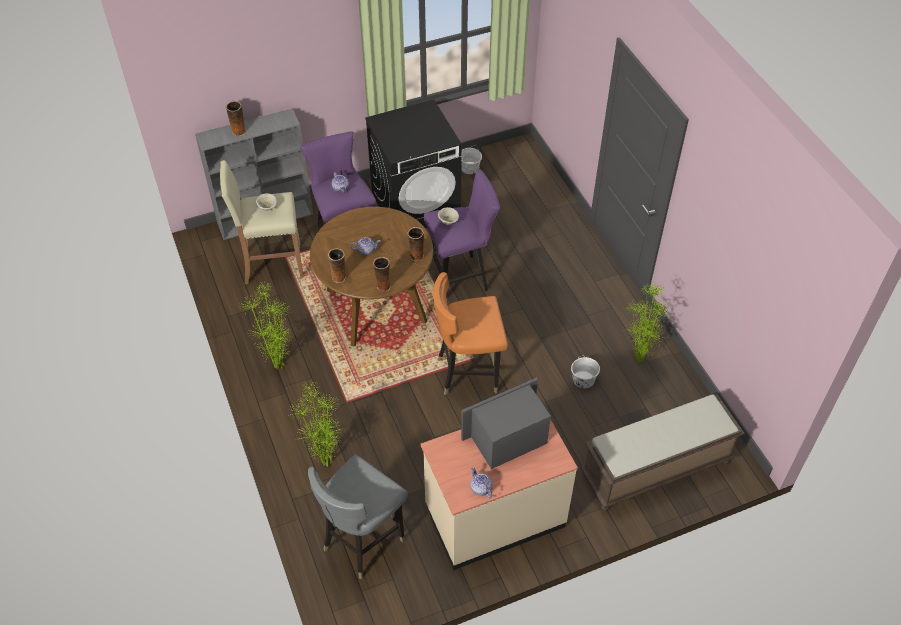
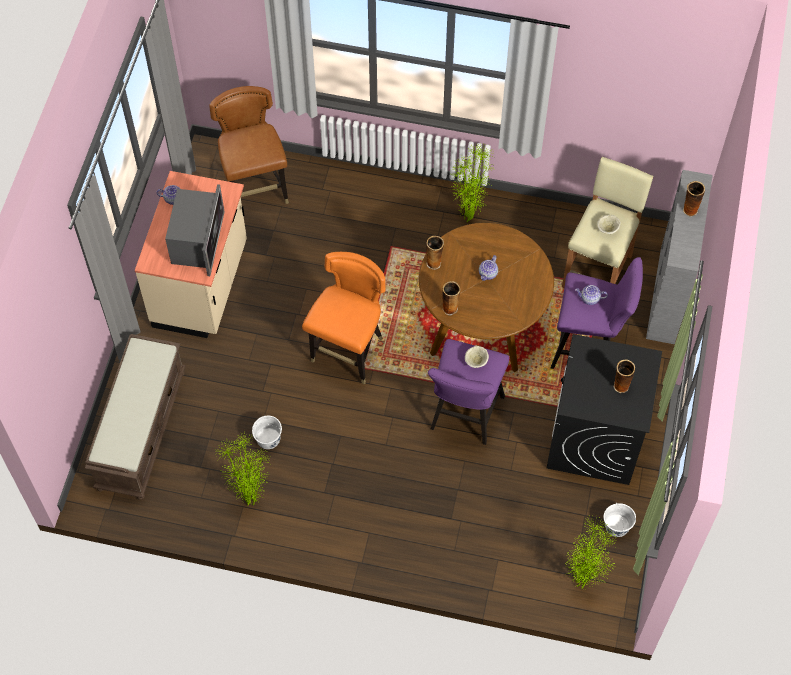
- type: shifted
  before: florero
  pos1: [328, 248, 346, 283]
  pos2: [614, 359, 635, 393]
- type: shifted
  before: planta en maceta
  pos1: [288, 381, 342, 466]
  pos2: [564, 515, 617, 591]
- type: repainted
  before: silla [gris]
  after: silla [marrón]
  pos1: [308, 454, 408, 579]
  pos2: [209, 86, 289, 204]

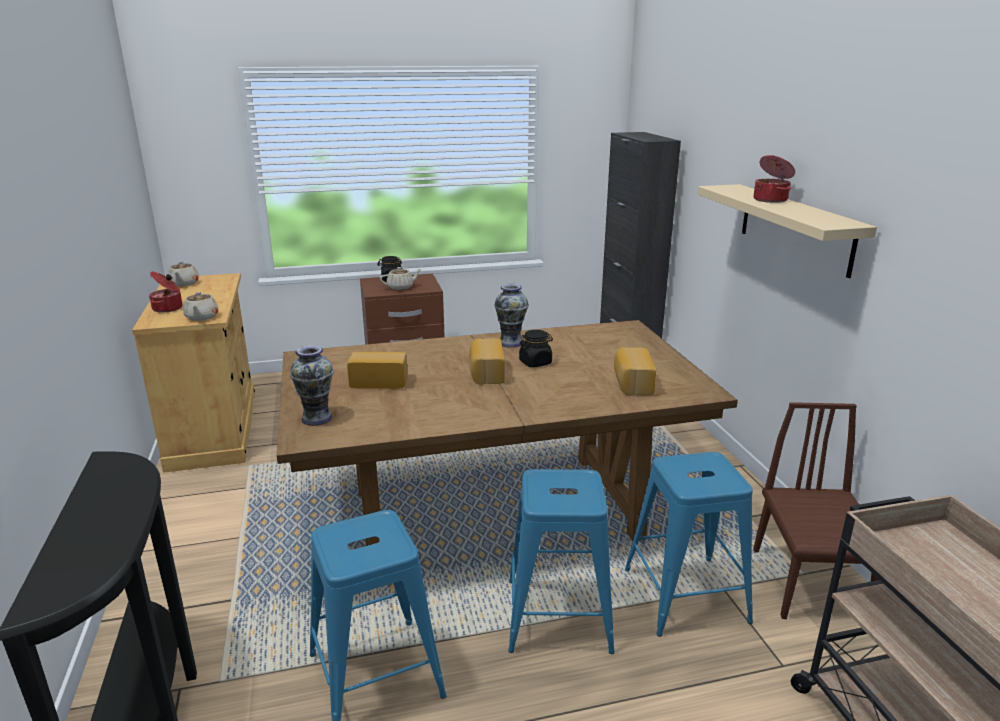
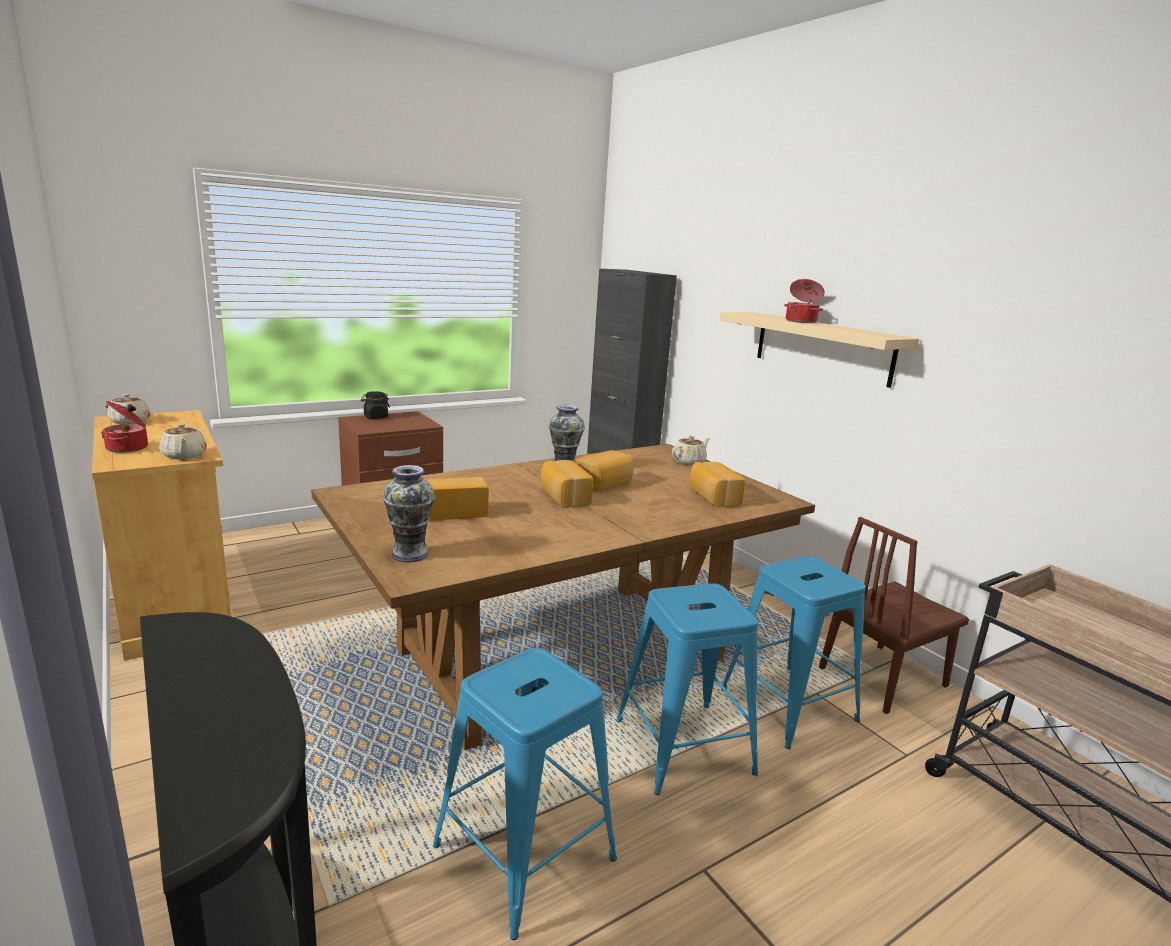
- type: shifted
  before: tetera [beis]
  pos1: [380, 267, 421, 290]
  pos2: [672, 436, 710, 465]
- type: swapped
  before: tarro [negro]
  after: pan
  pos1: [519, 330, 553, 367]
  pos2: [576, 450, 634, 492]
- type: rotated
  before: silla [marrón]
  pos1: [753, 402, 879, 619]
  pos2: [819, 517, 969, 714]
  turn: -105

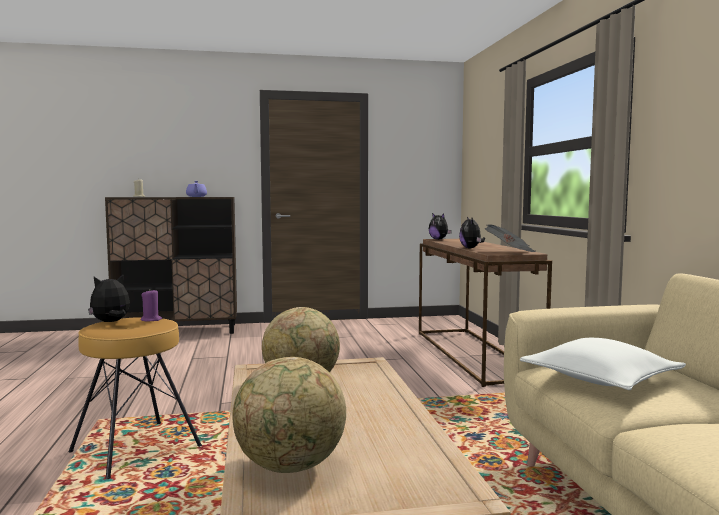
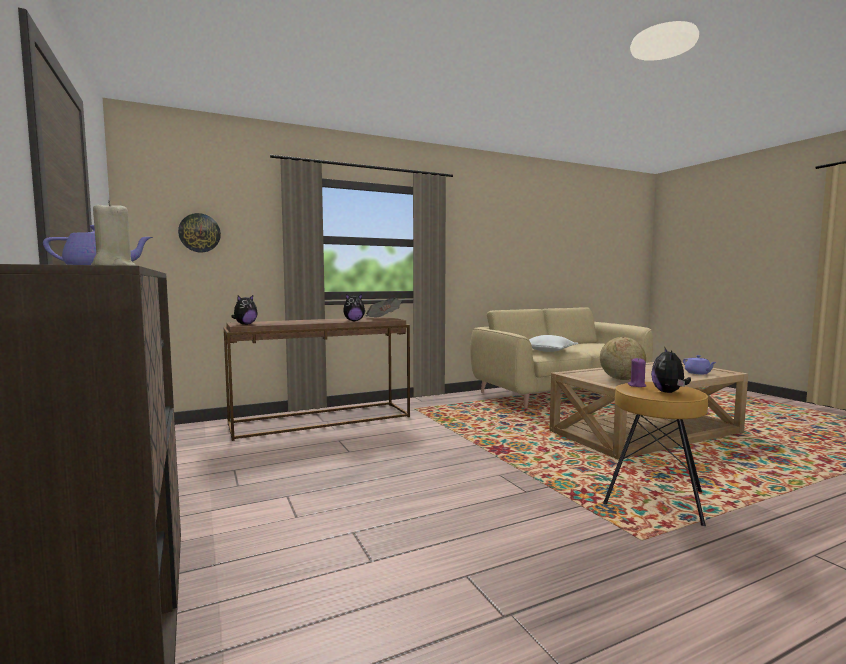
- type: rotated
  before: peluche
  pos1: [88, 275, 130, 322]
  pos2: [651, 347, 691, 393]
  turn: 60
- type: swapped
  before: globo terráqueo
  after: tetera [morado]
  pos1: [232, 357, 346, 473]
  pos2: [683, 355, 716, 374]
- type: new
  after: reloj de pared
  pos2: [178, 213, 221, 252]

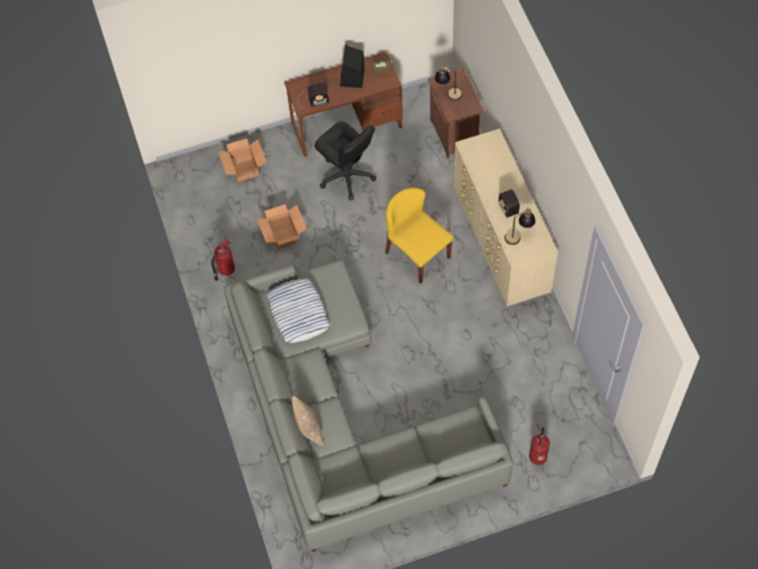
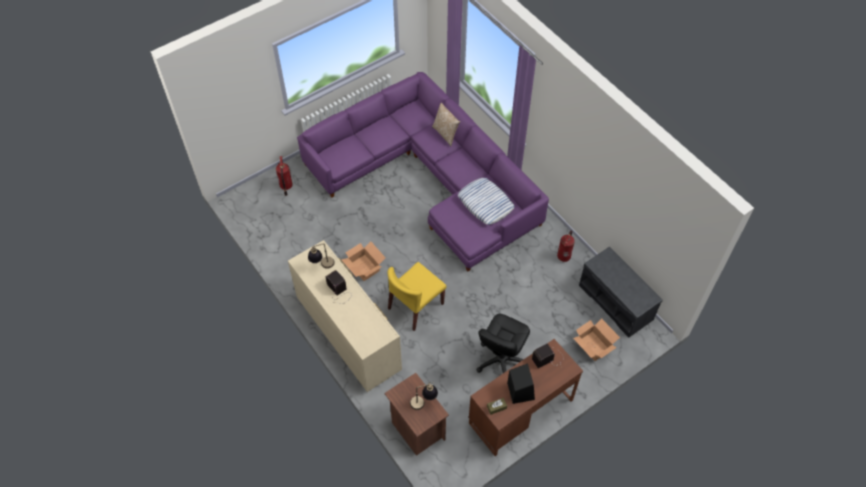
- type: rotated
  before: silla de oficina [negro]
  pos1: [315, 121, 376, 200]
  pos2: [476, 314, 530, 373]
  turn: -90
- type: rotated
  before: silla [amarillo]
  pos1: [385, 188, 453, 283]
  pos2: [388, 262, 447, 331]
  turn: 105
- type: shifted
  before: caja de cartón
  pos1: [257, 204, 307, 249]
  pos2: [341, 241, 386, 281]
- type: repainted
  before: sofá [gris]
  after: sofá [morado]
  pos1: [224, 260, 513, 552]
  pos2: [297, 72, 549, 271]
- type: new
  after: banco [gris]
  pos2: [579, 247, 663, 338]

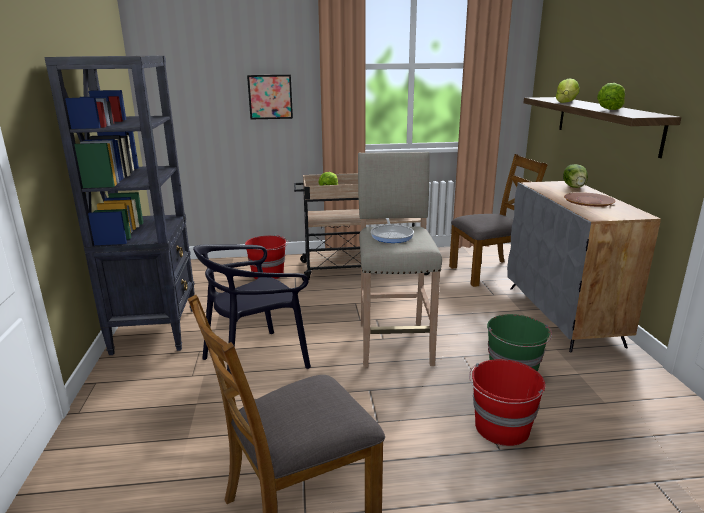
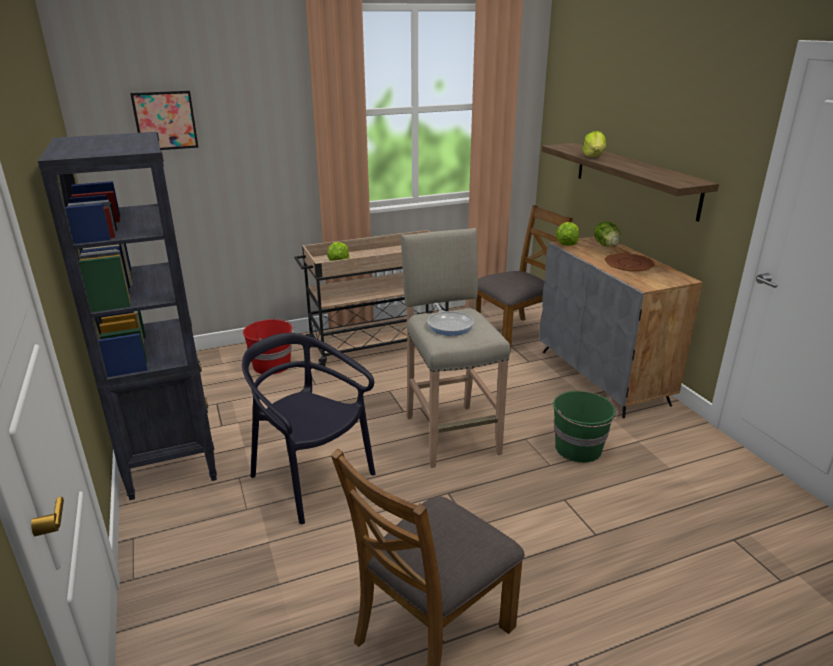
- type: shifted
  before: cuadro
  pos1: [247, 75, 293, 119]
  pos2: [130, 91, 199, 150]
- type: shifted
  before: lechuga
  pos1: [597, 83, 625, 110]
  pos2: [556, 222, 579, 246]
- type: rotated
  before: silla [negro]
  pos1: [193, 244, 311, 375]
  pos2: [242, 333, 376, 524]
  turn: 90
- type: gone
  before: cubo [rojo]
  pos1: [469, 359, 545, 446]

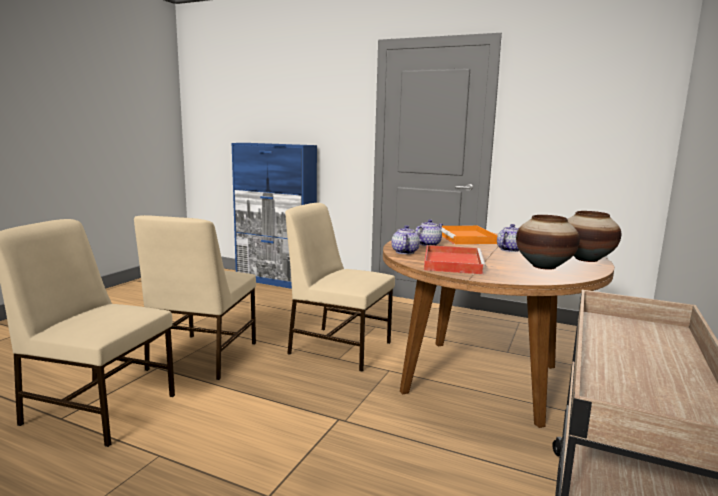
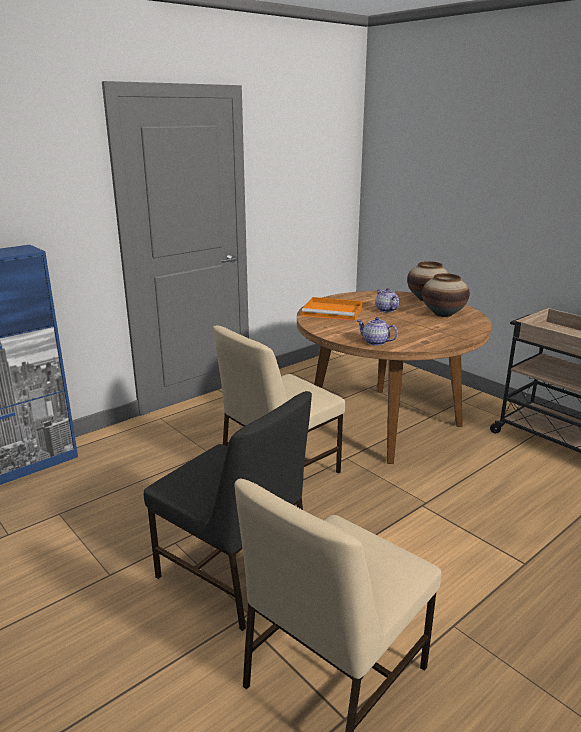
- type: repainted
  before: silla [beis]
  after: silla [negro]
  pos1: [134, 215, 256, 380]
  pos2: [144, 391, 312, 631]
- type: gone
  before: tetera
  pos1: [415, 219, 443, 246]
- type: gone
  before: bandeja [rojo]
  pos1: [424, 245, 486, 274]

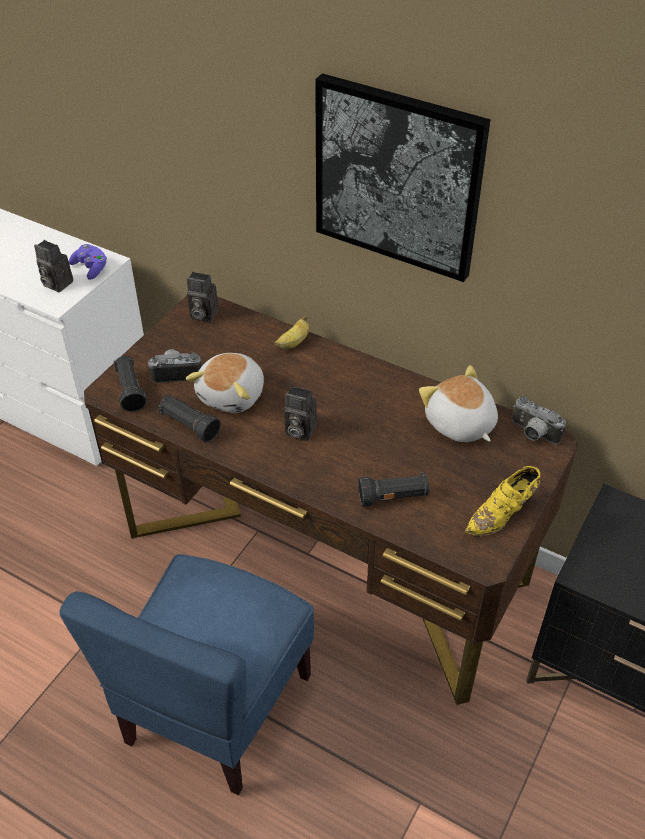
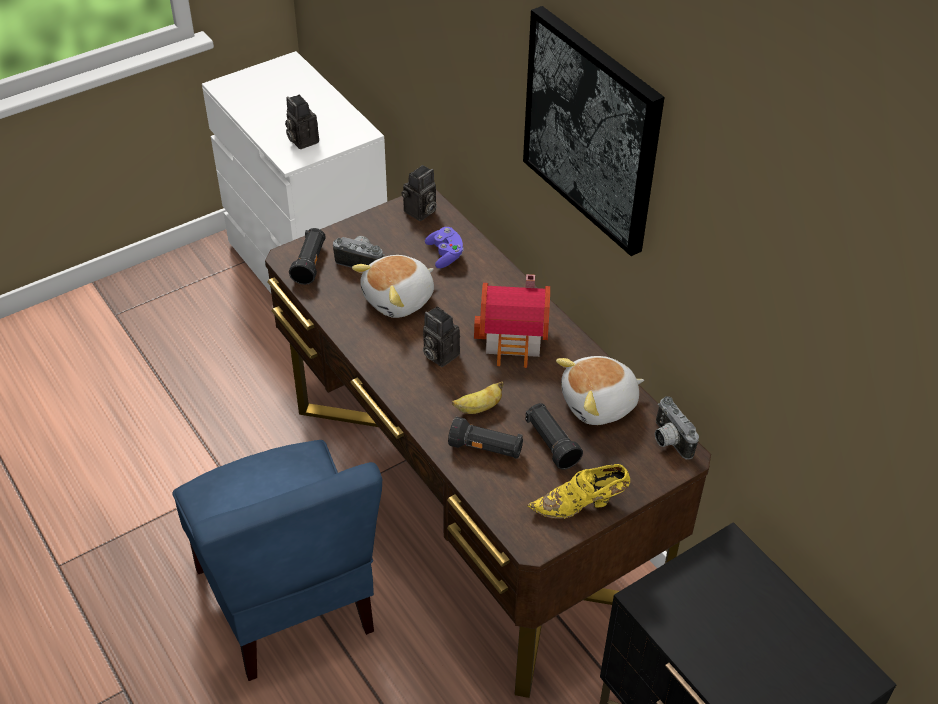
- type: shifted
  before: mando de consola [morado]
  pos1: [69, 244, 107, 280]
  pos2: [425, 227, 464, 268]
- type: rotated
  before: cámara
  pos1: [187, 272, 218, 322]
  pos2: [401, 165, 437, 221]
  turn: -90
- type: shifted
  before: plátano
  pos1: [275, 315, 309, 349]
  pos2: [452, 381, 504, 414]
- type: rotated
  before: peluche
  pos1: [419, 365, 498, 442]
  pos2: [556, 356, 644, 425]
  turn: -105
- type: shifted
  before: linterna [negro]
  pos1: [158, 395, 221, 442]
  pos2: [525, 403, 583, 469]
- type: rotated
  before: silla [azul]
  pos1: [59, 554, 314, 795]
  pos2: [173, 440, 382, 681]
  turn: -75
- type: new
  after: casita
  pos2: [474, 274, 550, 368]

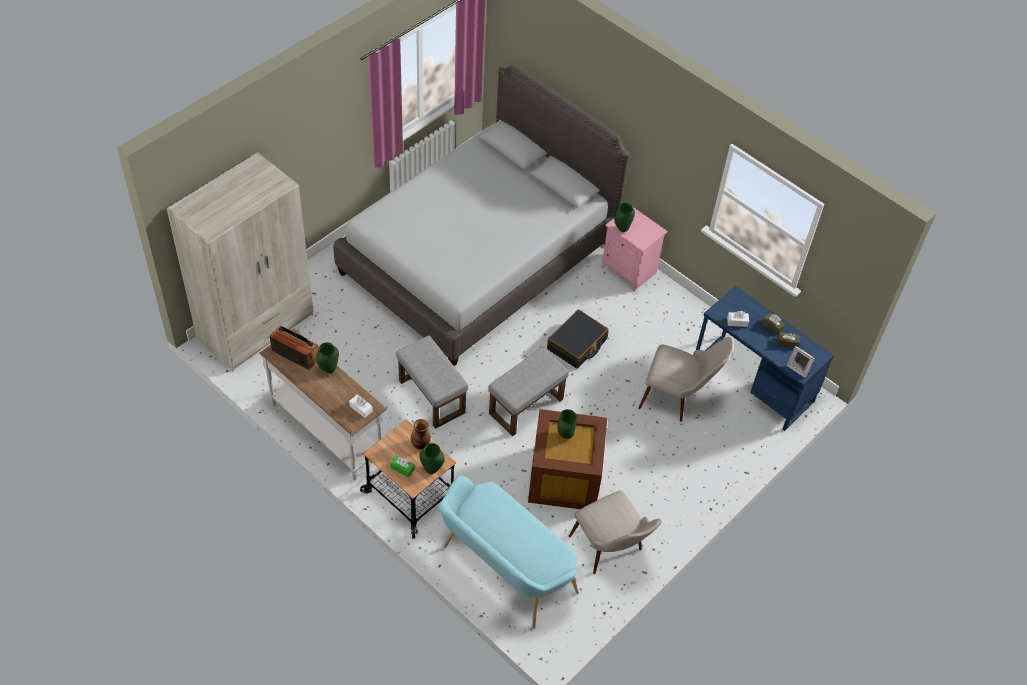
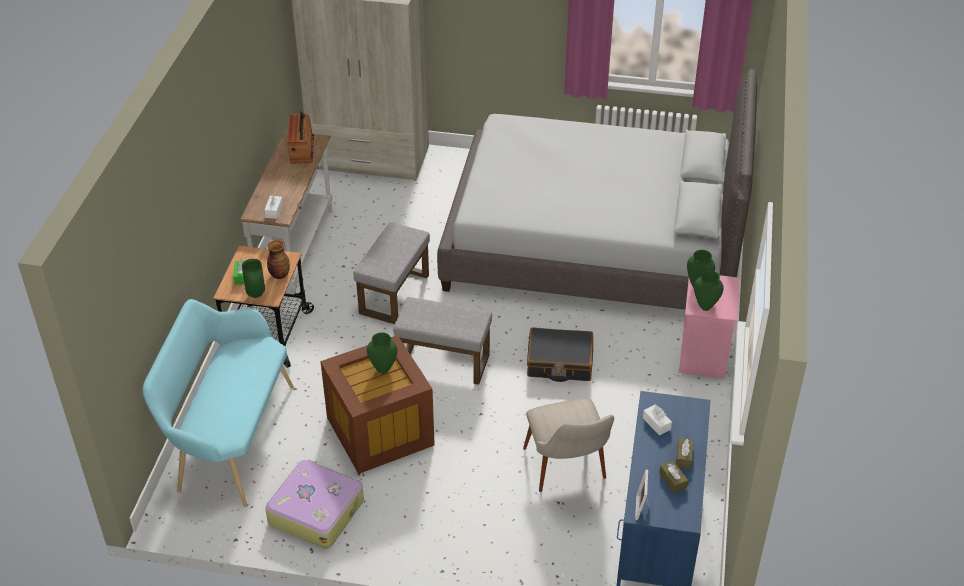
- type: shifted
  before: florero [verde]
  pos1: [316, 342, 339, 373]
  pos2: [694, 270, 724, 311]
- type: swapped
  before: silla [beis]
  after: maleta
  pos1: [569, 491, 662, 574]
  pos2: [265, 459, 364, 549]

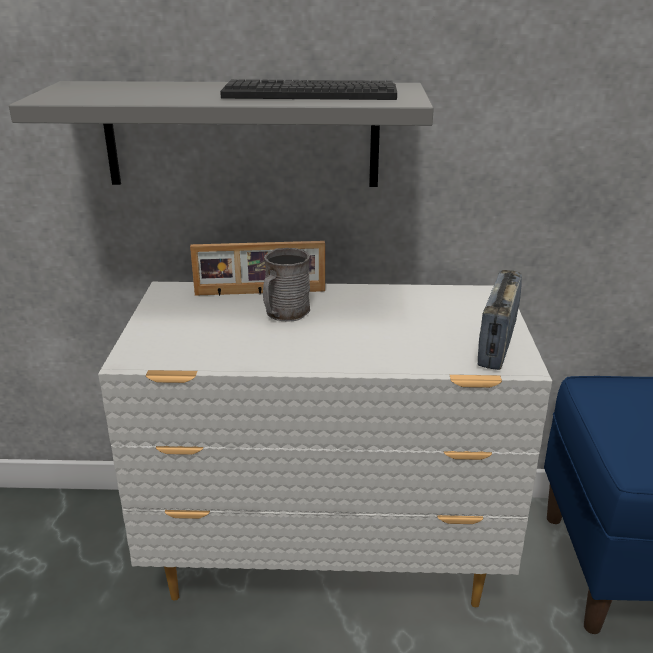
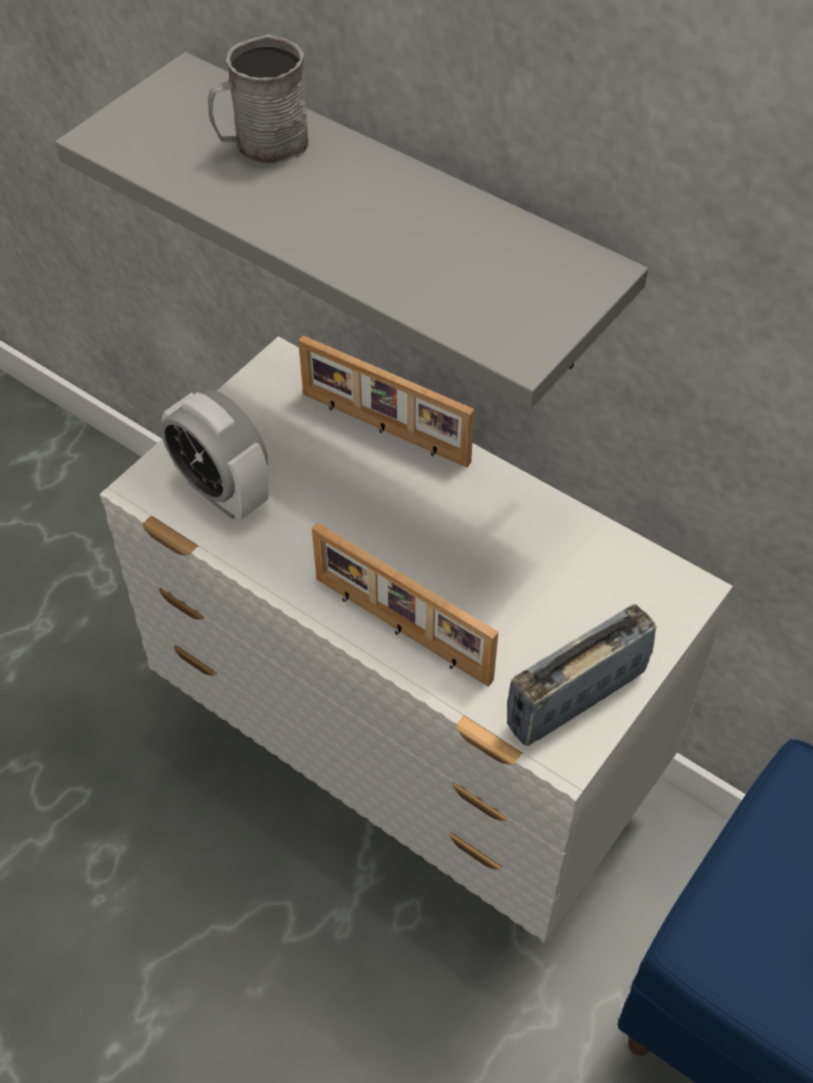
- type: gone
  before: teclado
  pos1: [220, 79, 397, 100]
- type: shifted
  before: taza grande [gris]
  pos1: [263, 248, 310, 322]
  pos2: [208, 34, 309, 166]
- type: new
  after: despertador
  pos2: [161, 390, 269, 520]
- type: new
  after: portarretratos
  pos2: [312, 522, 499, 687]

